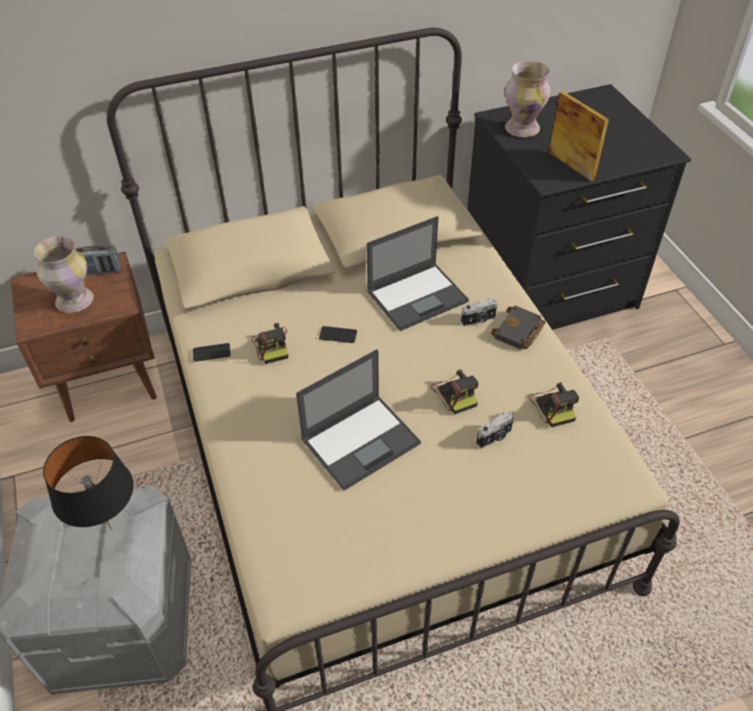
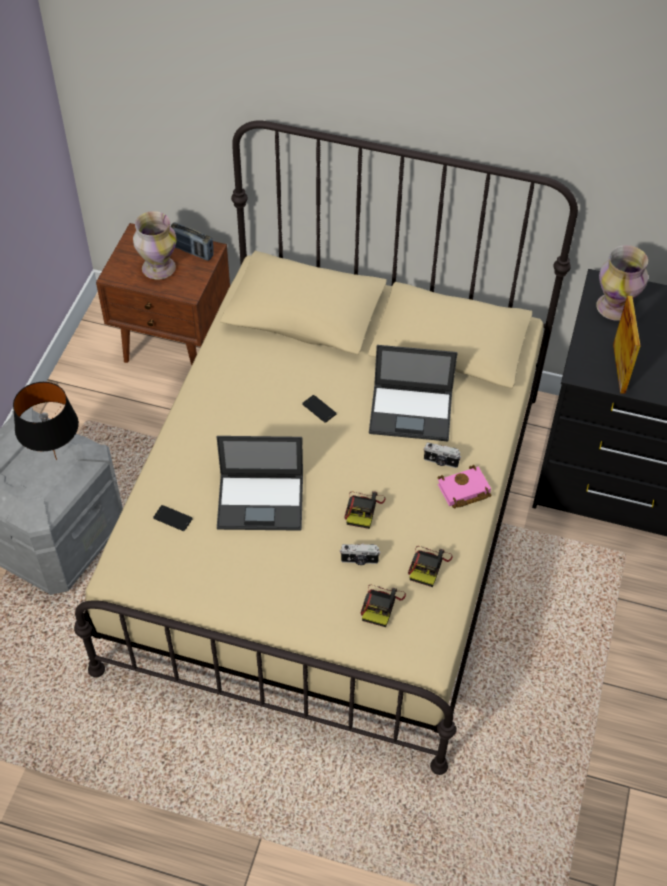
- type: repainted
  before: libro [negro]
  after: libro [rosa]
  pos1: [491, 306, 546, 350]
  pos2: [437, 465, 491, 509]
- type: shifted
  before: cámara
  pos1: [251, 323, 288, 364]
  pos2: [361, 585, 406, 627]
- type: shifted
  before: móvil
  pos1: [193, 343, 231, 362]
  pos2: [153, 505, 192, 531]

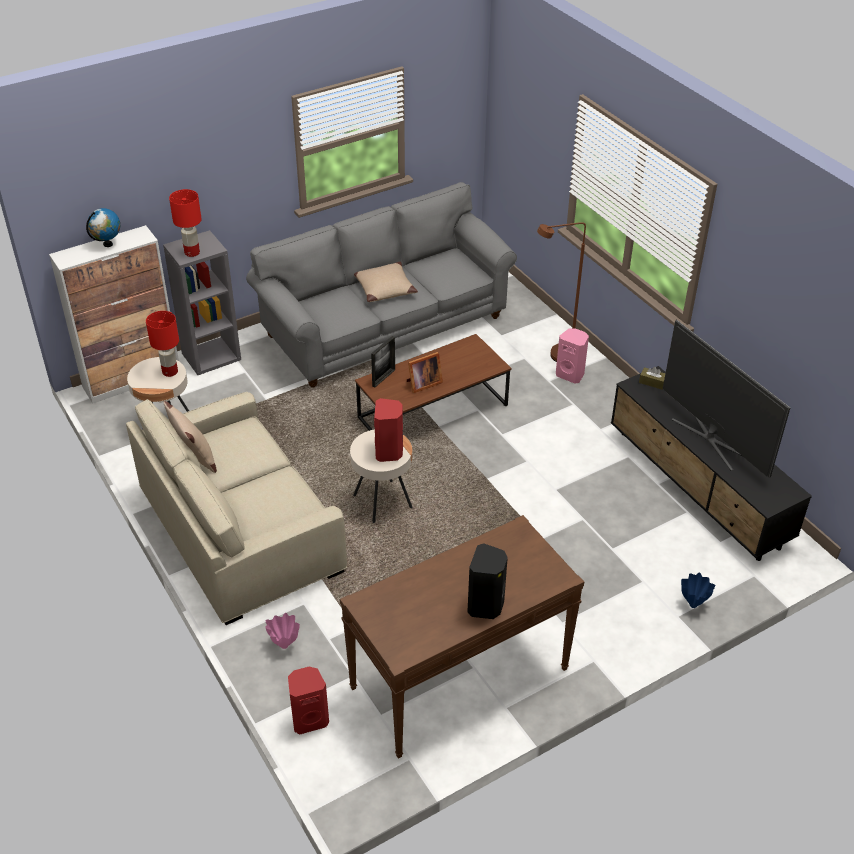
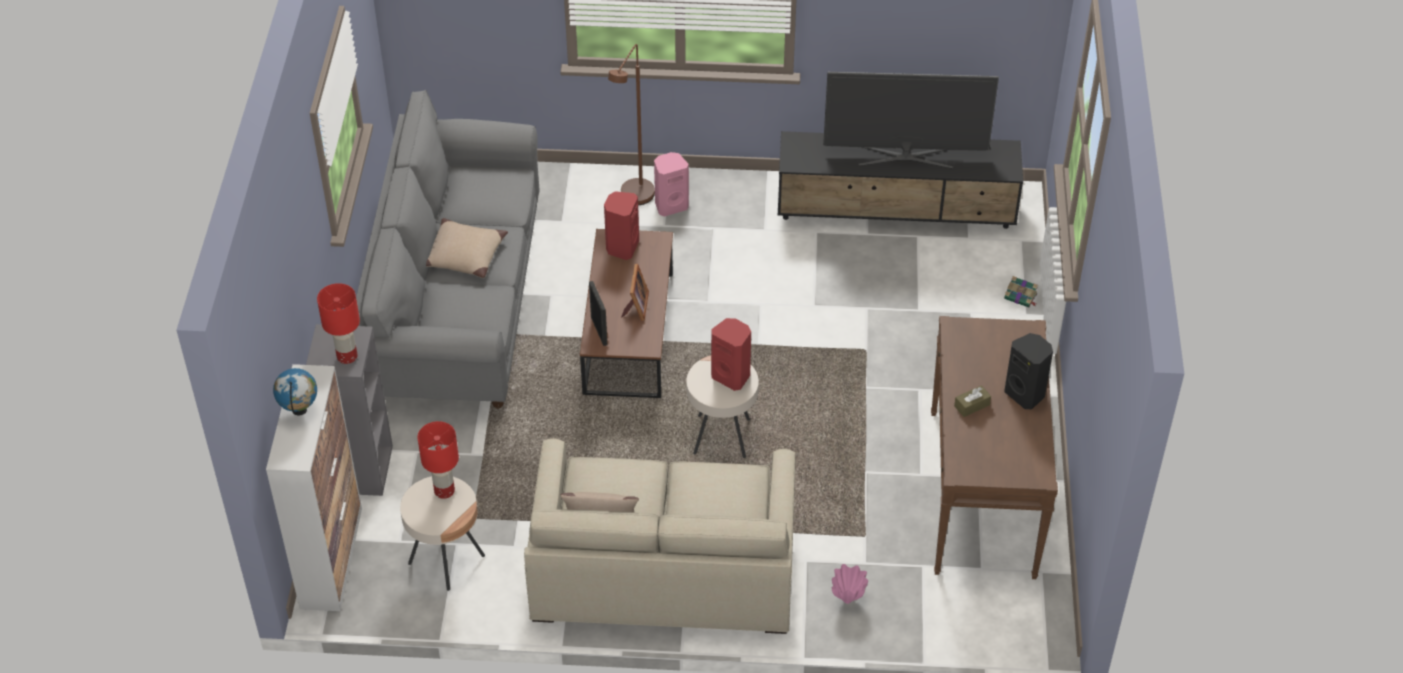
- type: shifted
  before: caja de pañuelos [marrón]
  pos1: [639, 367, 665, 390]
  pos2: [954, 385, 991, 417]
- type: swapped
  before: florero [azul]
  after: libro
  pos1: [681, 573, 716, 608]
  pos2: [1004, 276, 1038, 308]
- type: shifted
  before: altavoz [rojo]
  pos1: [288, 667, 329, 734]
  pos2: [604, 191, 639, 260]

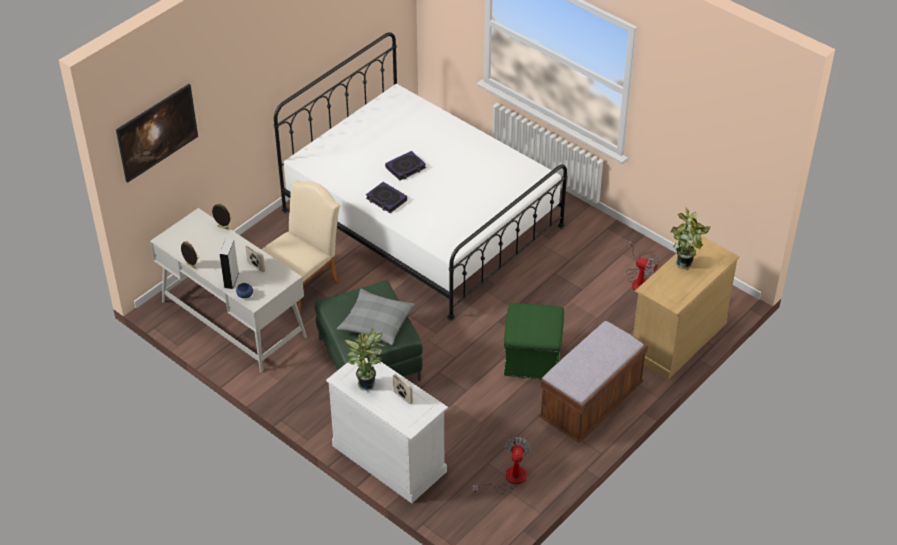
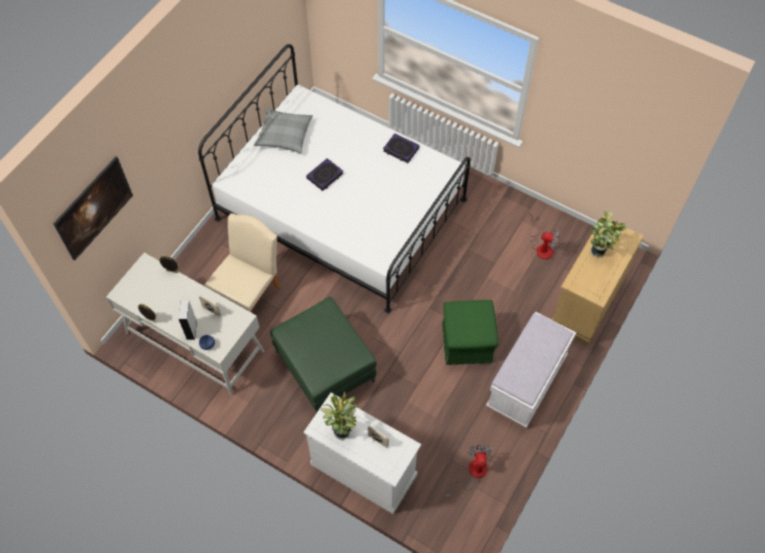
- type: shifted
  before: libro
  pos1: [366, 182, 407, 213]
  pos2: [383, 133, 419, 163]
- type: shifted
  before: cojín [gris]
  pos1: [337, 289, 415, 345]
  pos2: [254, 108, 313, 153]
- type: repainted
  before: banco [marrón]
  after: banco [blanco]
  pos1: [539, 320, 648, 443]
  pos2: [486, 312, 576, 428]

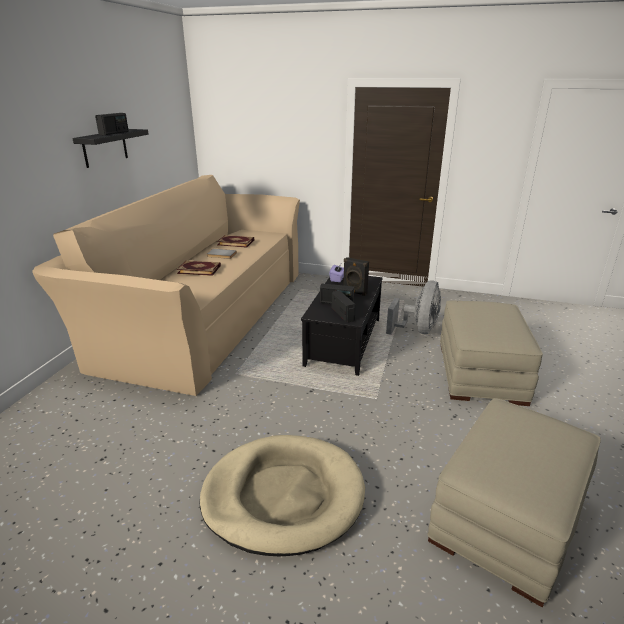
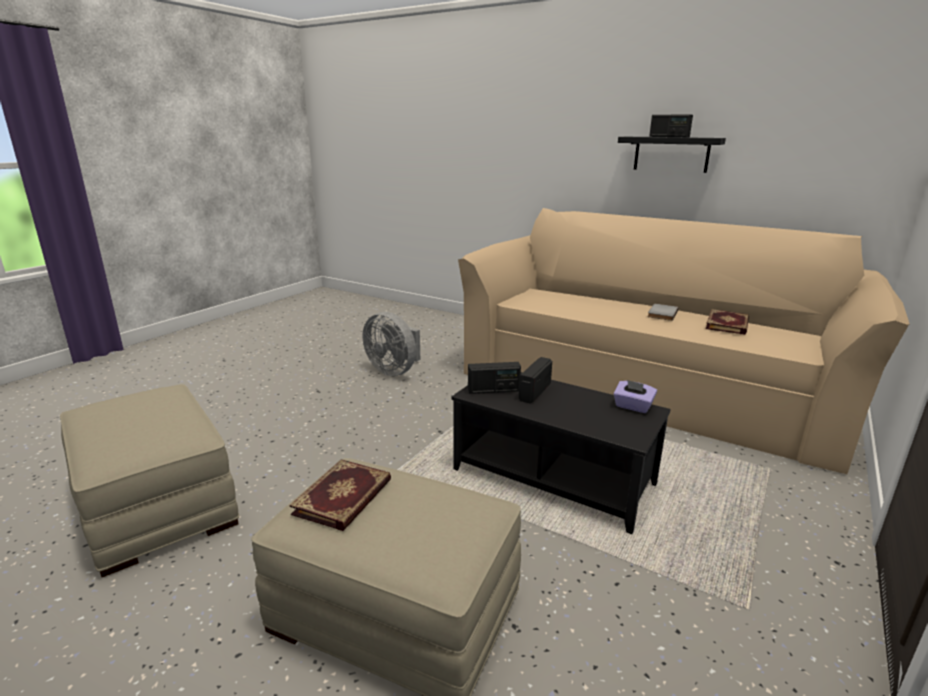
- type: gone
  before: altavoz [negro]
  pos1: [343, 257, 369, 296]
- type: shifted
  before: libro
  pos1: [176, 261, 221, 276]
  pos2: [289, 459, 391, 531]
- type: shifted
  before: ventilador [gris]
  pos1: [386, 280, 441, 335]
  pos2: [363, 312, 420, 376]
- type: gone
  before: cama para perro [beis]
  pos1: [200, 435, 365, 556]

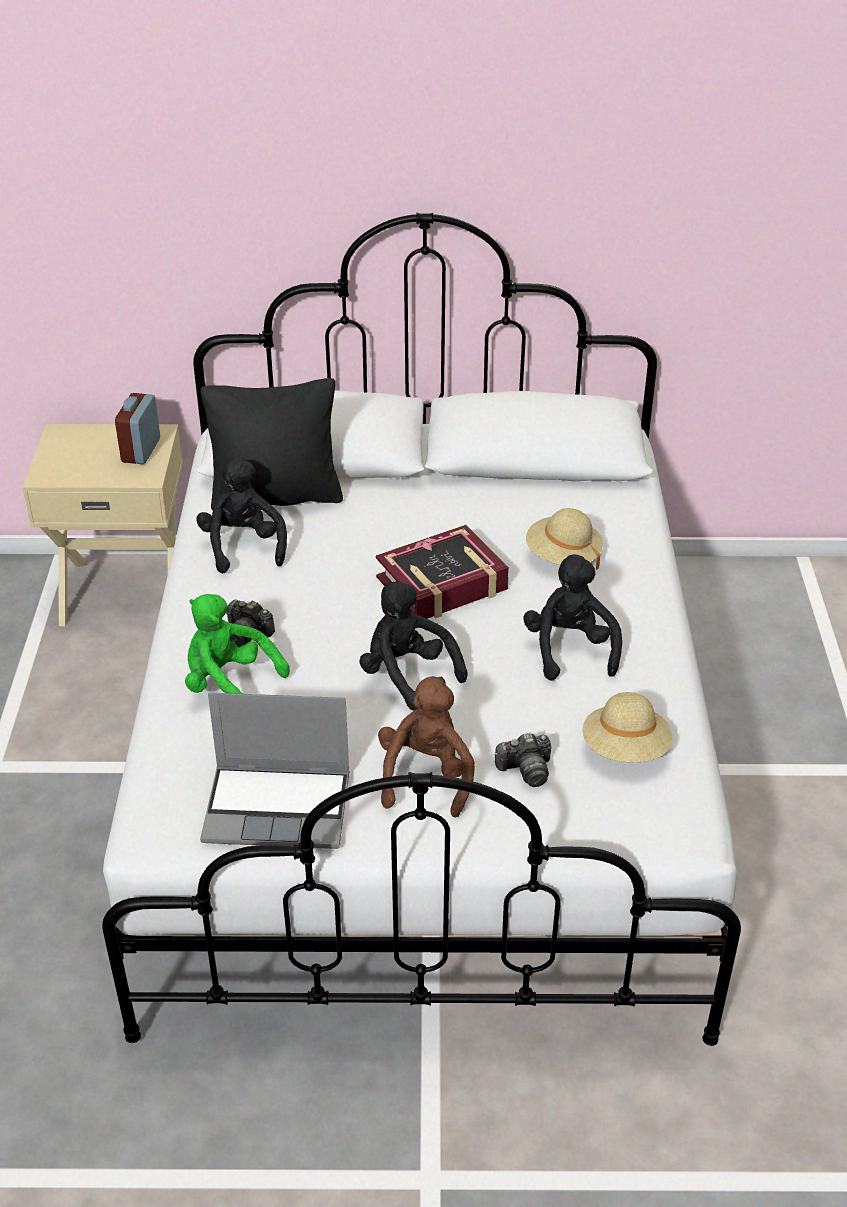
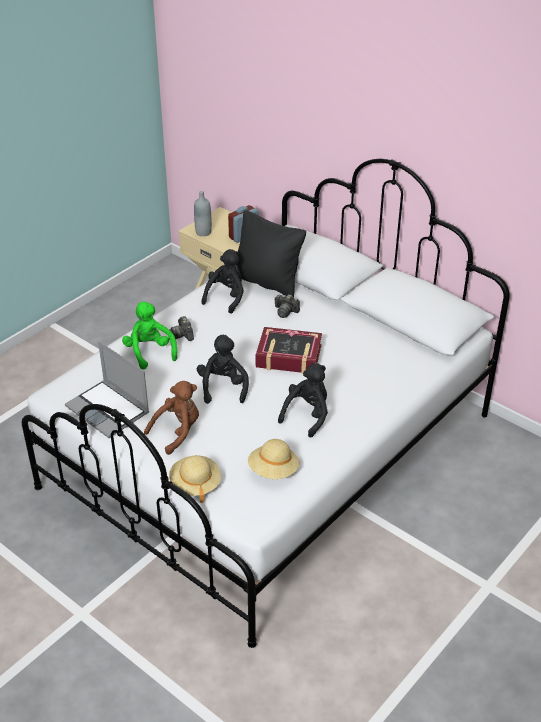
- type: shifted
  before: sombrero [beis]
  pos1: [526, 508, 603, 570]
  pos2: [169, 455, 221, 503]
- type: shifted
  before: cámara
  pos1: [495, 733, 551, 787]
  pos2: [275, 294, 300, 318]
- type: new
  after: botella [gris]
  pos2: [194, 191, 212, 236]

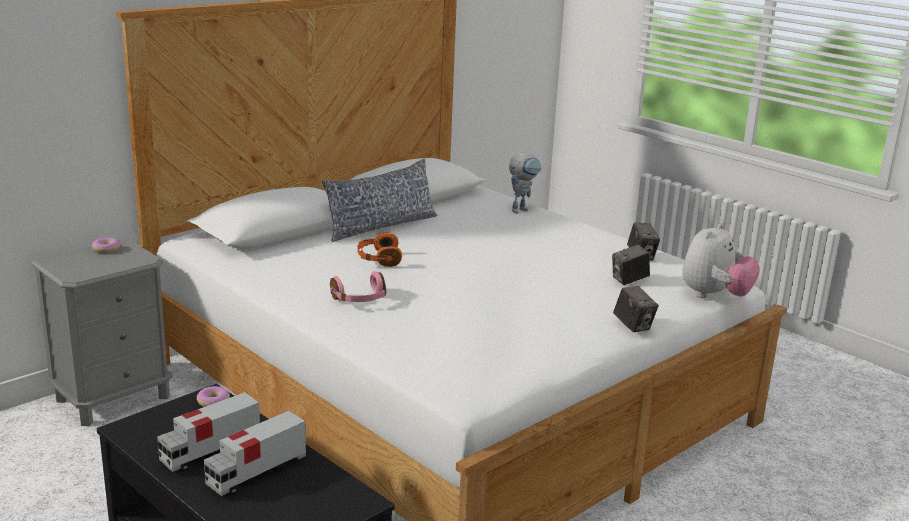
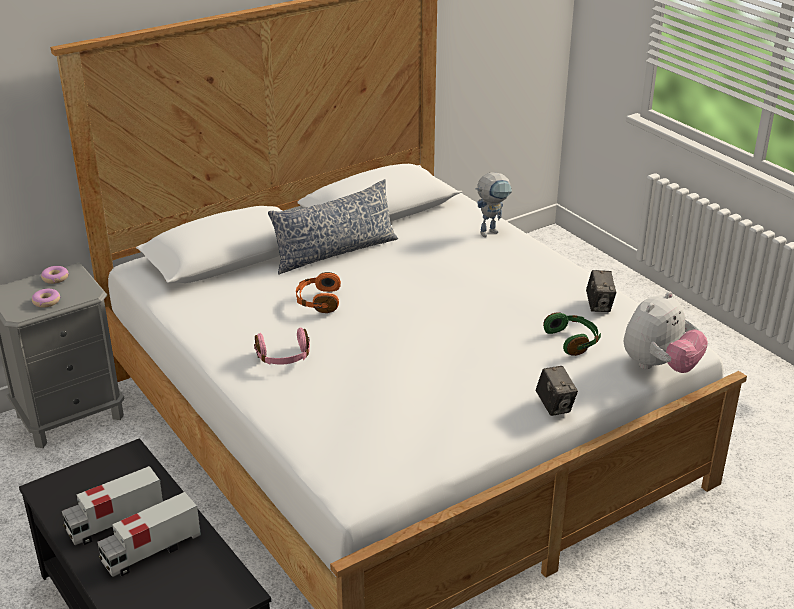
- type: swapped
  before: cámara
  after: auriculares [verde]
  pos1: [612, 244, 650, 285]
  pos2: [543, 312, 601, 356]
- type: shifted
  before: rosquilla
  pos1: [197, 386, 230, 407]
  pos2: [32, 289, 60, 308]

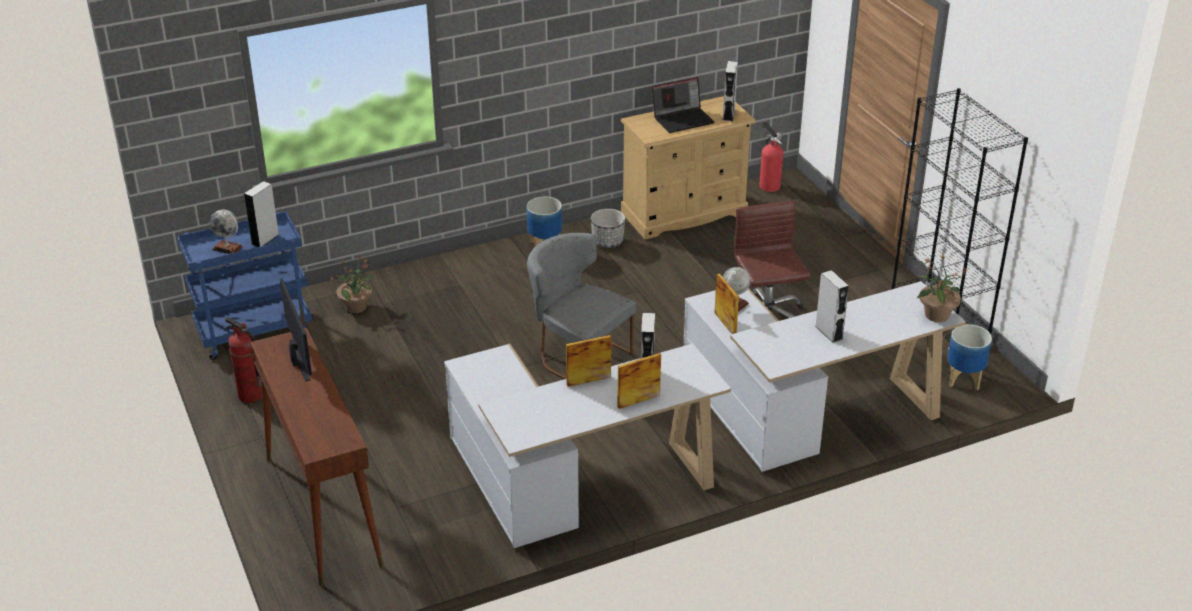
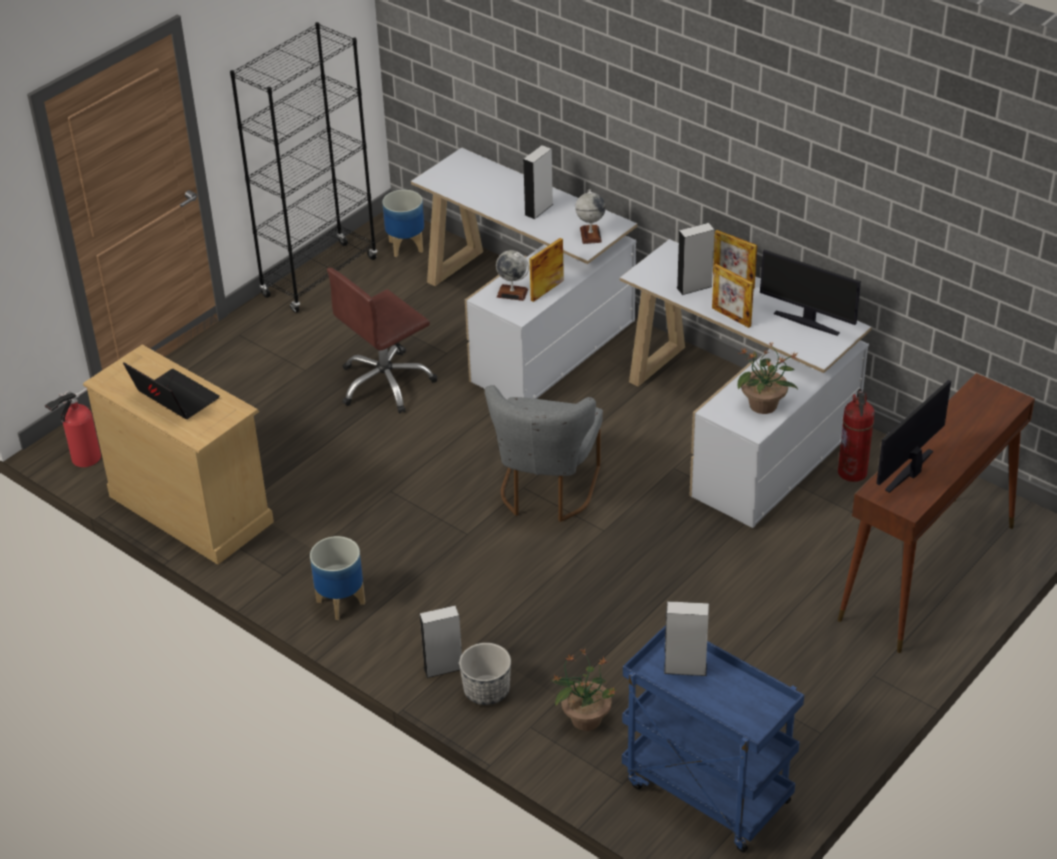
- type: shifted
  before: altavoz [gris]
  pos1: [723, 61, 738, 121]
  pos2: [420, 605, 462, 678]
- type: shifted
  before: maceta
  pos1: [591, 209, 625, 248]
  pos2: [459, 643, 511, 705]
- type: shifted
  before: globo terráqueo
  pos1: [210, 210, 243, 254]
  pos2: [575, 189, 606, 244]
- type: shifted
  before: planta en maceta
  pos1: [917, 254, 968, 322]
  pos2: [738, 342, 798, 414]
- type: shifted
  before: extintor
  pos1: [225, 317, 262, 403]
  pos2: [838, 389, 875, 482]
- type: new
  after: monitor
  pos2: [760, 250, 861, 336]

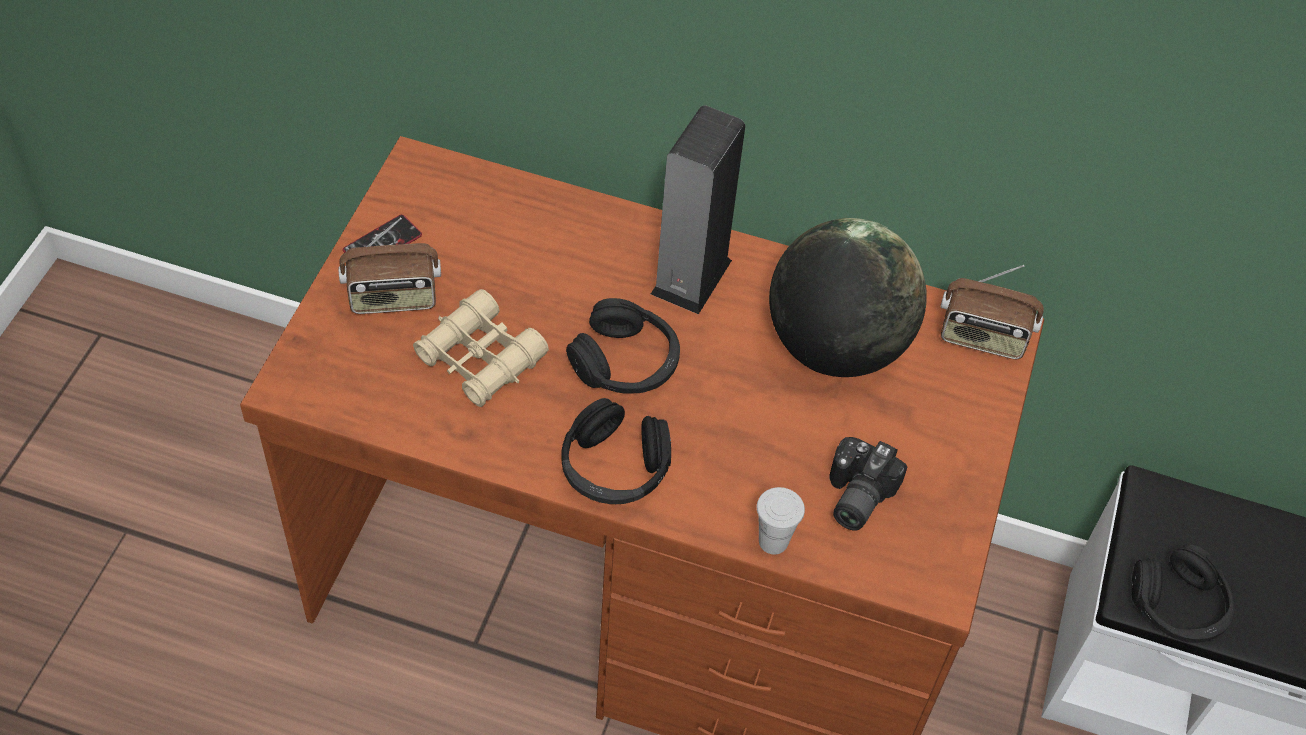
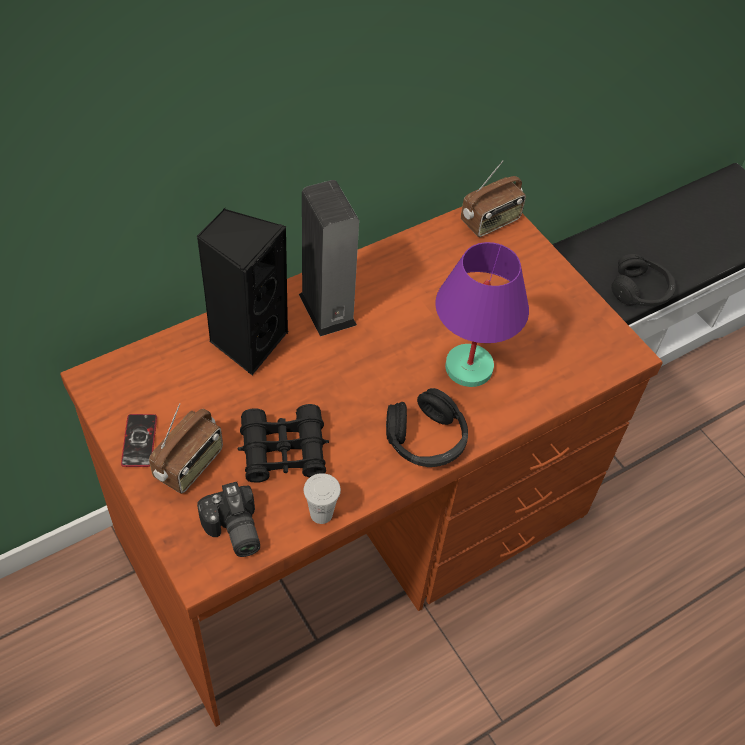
- type: gone
  before: globo terráqueo
  pos1: [769, 218, 927, 377]
- type: repainted
  before: prismáticos [beis]
  after: prismáticos [negro]
  pos1: [413, 289, 549, 407]
  pos2: [238, 404, 329, 483]
- type: gone
  before: auriculares [negro]
  pos1: [566, 298, 680, 394]
- type: shifted
  before: cámara
  pos1: [830, 437, 907, 531]
  pos2: [197, 482, 260, 557]
- type: shifted
  before: taza [blanco]
  pos1: [757, 487, 805, 554]
  pos2: [304, 473, 341, 524]
- type: new
  after: altavoz [negro]
  pos2: [196, 208, 288, 375]
- type: new
  after: lámpara de mesa [morado]
  pos2: [435, 242, 529, 387]

